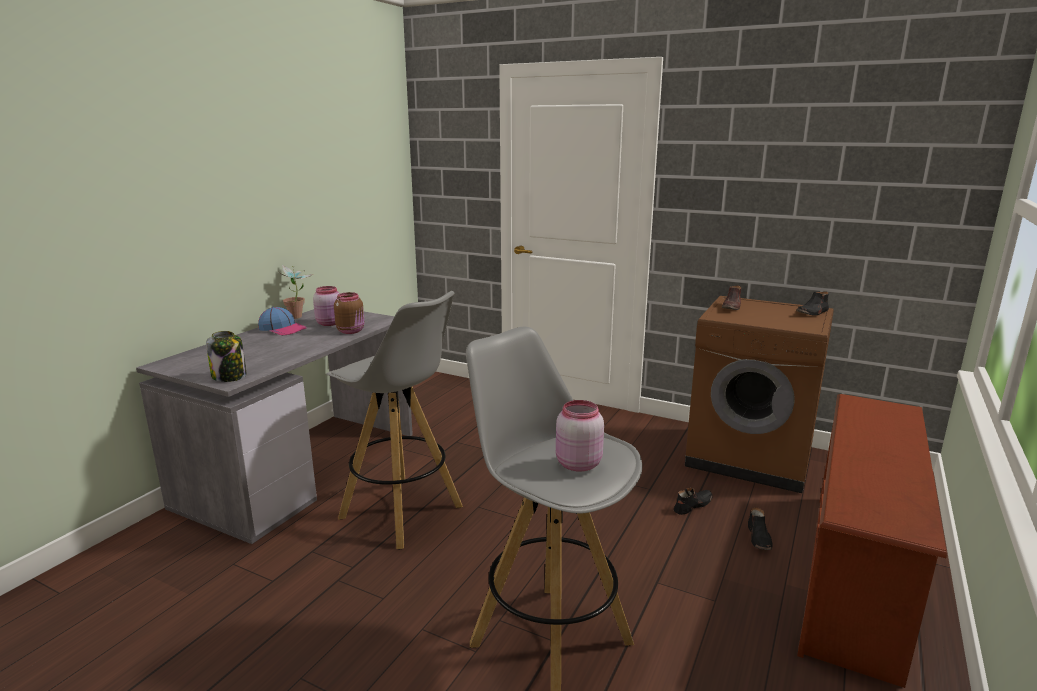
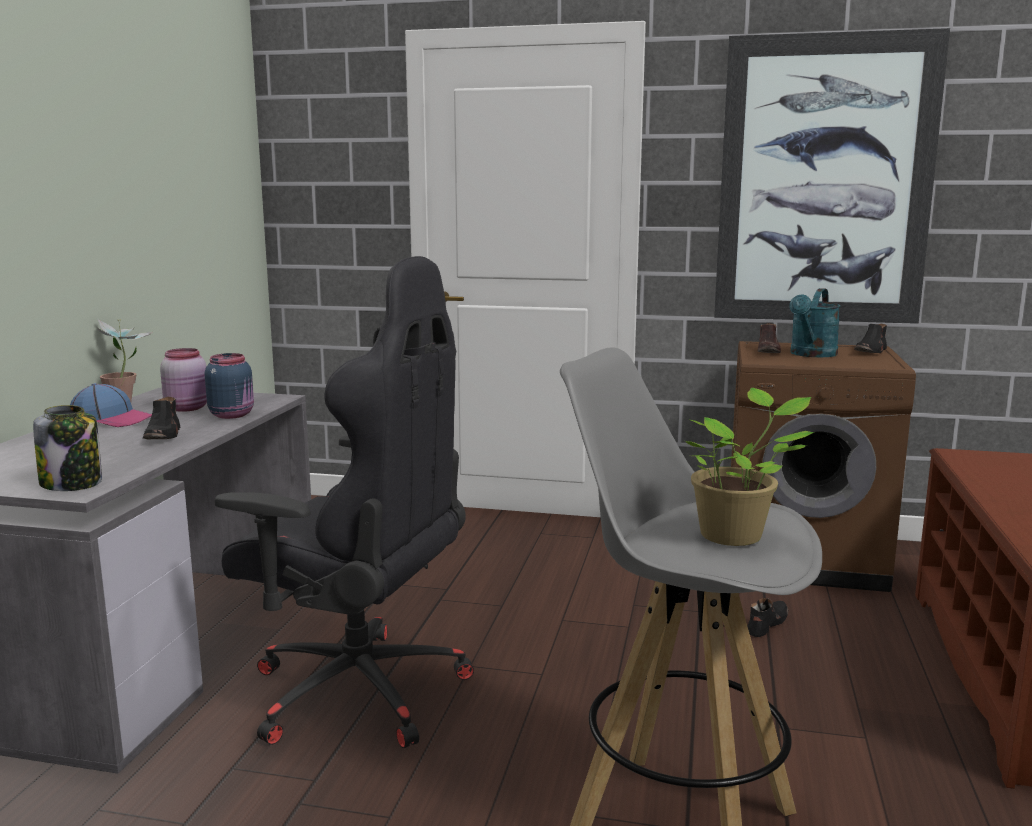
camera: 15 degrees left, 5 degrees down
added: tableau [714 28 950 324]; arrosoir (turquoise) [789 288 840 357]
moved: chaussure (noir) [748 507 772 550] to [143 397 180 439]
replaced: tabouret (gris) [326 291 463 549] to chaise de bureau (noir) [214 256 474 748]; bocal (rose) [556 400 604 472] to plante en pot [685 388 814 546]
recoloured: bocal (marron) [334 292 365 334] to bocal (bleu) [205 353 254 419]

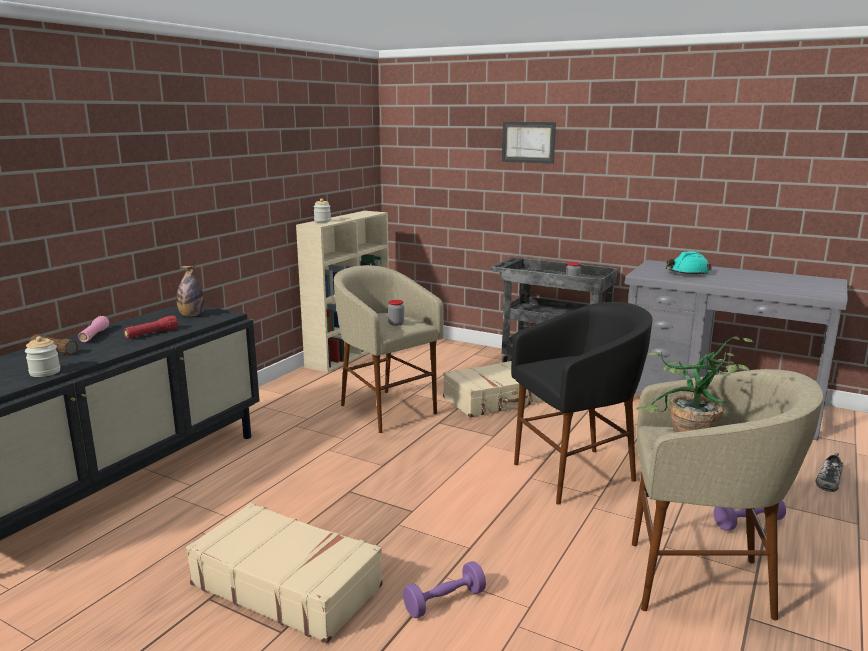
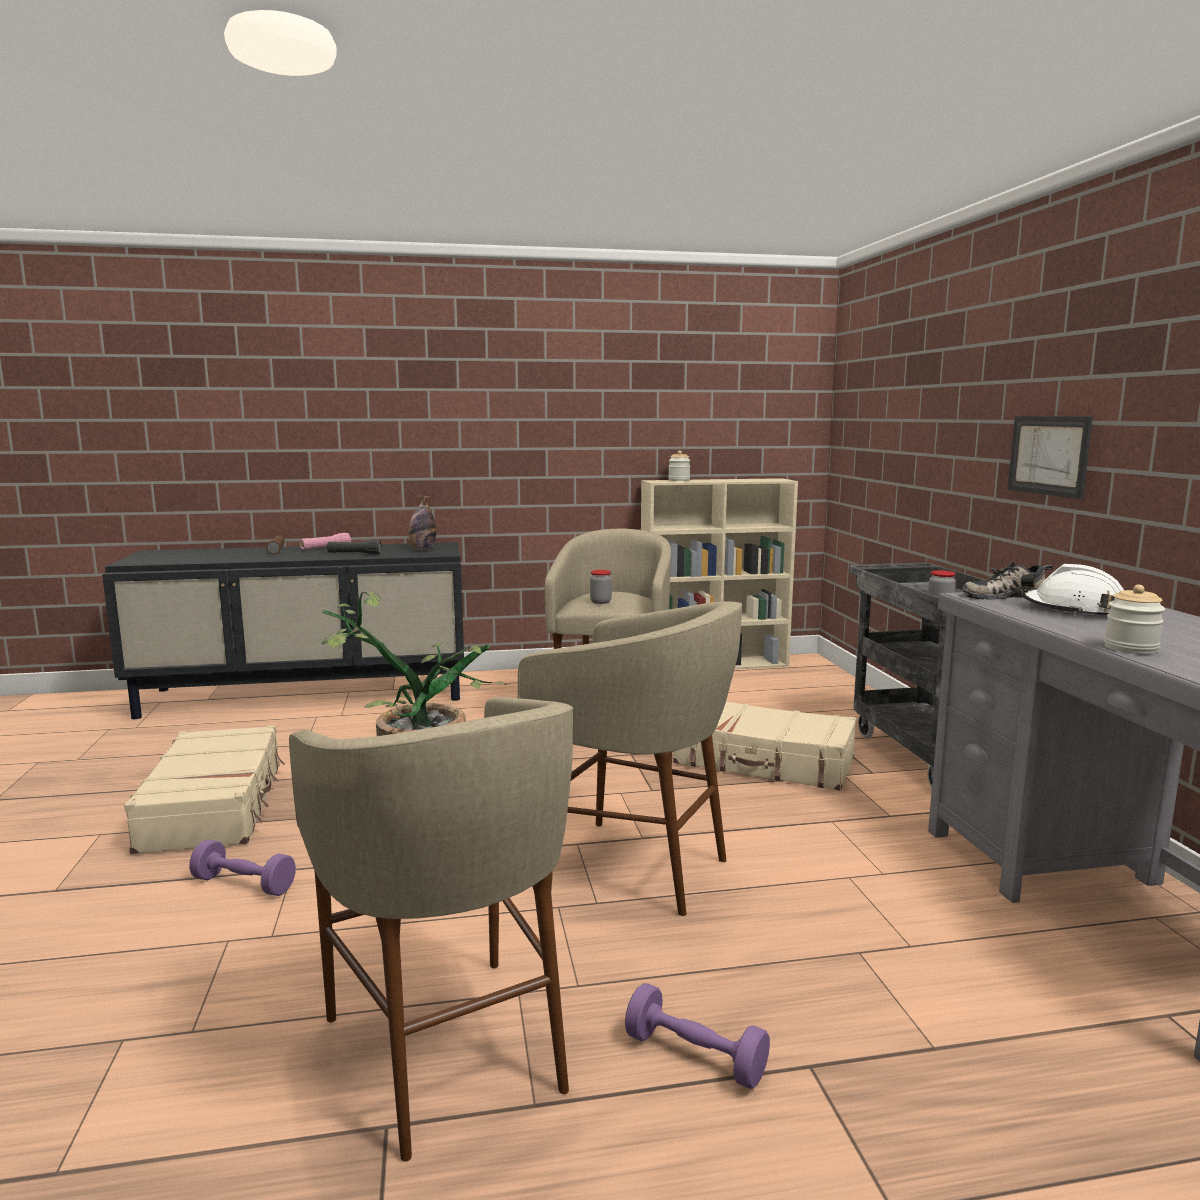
camera: 50 degrees right, 5 degrees down
moved: chaussure [816 453 843 492] to [963 562 1054 600]; tableau [502 122 556 164] to [1007 416 1093 499]; bocal [25 336 60 377] to [1104 585 1165 654]
recoloured: lampe de poche (rouge) [124 316 178 338] to lampe de poche (noir) [327 540 382 554]; tabouret (noir) [511 302 653 505] to tabouret (beige) [518 601 742 916]; casque de chantier (turquoise) [666 251 712 276] to casque de chantier (blanc) [1021 564 1124 615]

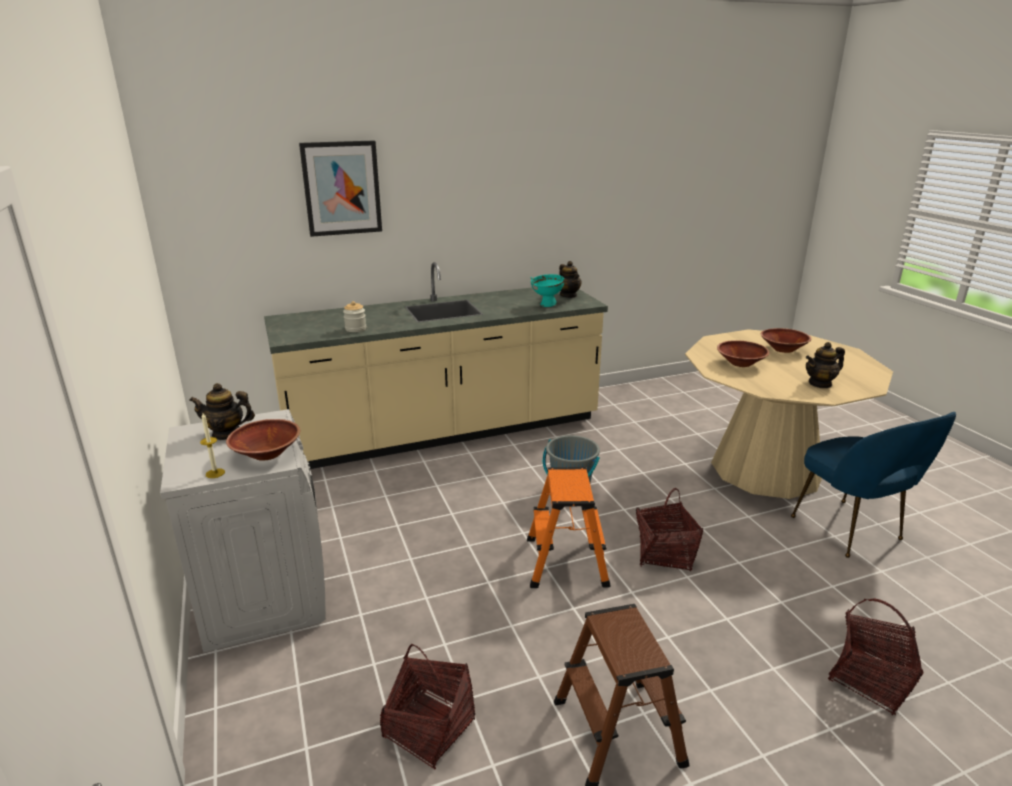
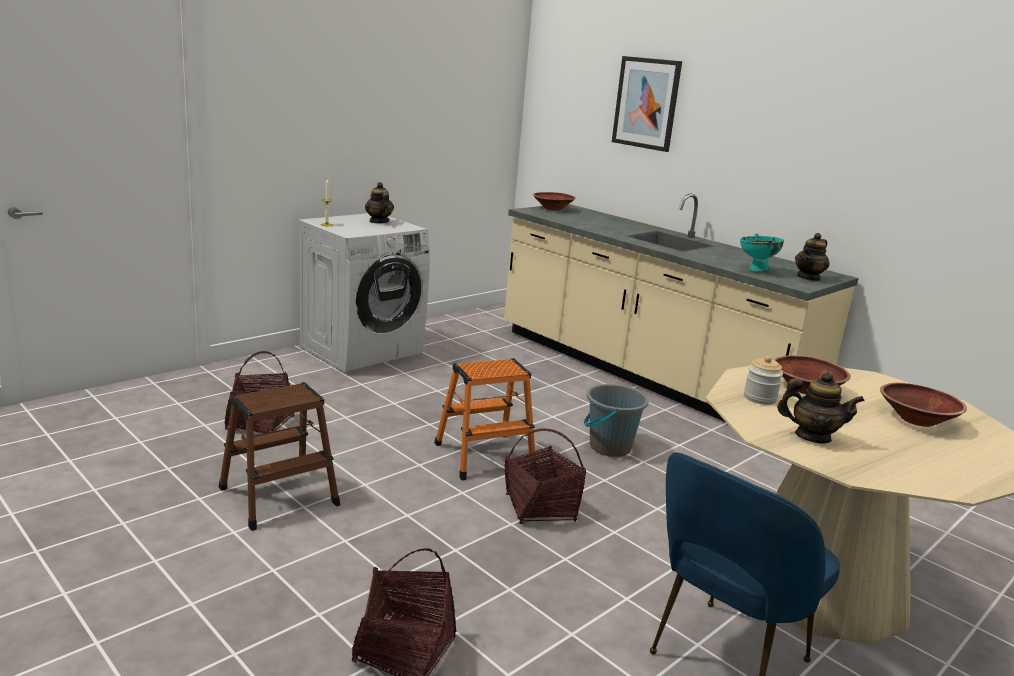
camera: 65 degrees right, 5 degrees down
moved: bol (marron) [226 419 300 461] to [533 192 576 211]; bocal [343 301 366 332] to [744 356 783 405]
turned: théière [806 342 845 388] = [777 372 865 444] 150 degrees clockwise

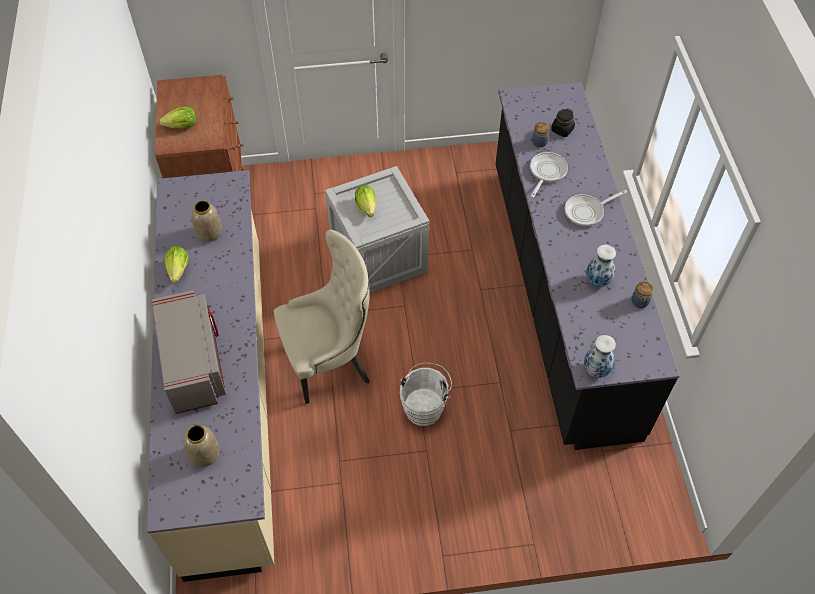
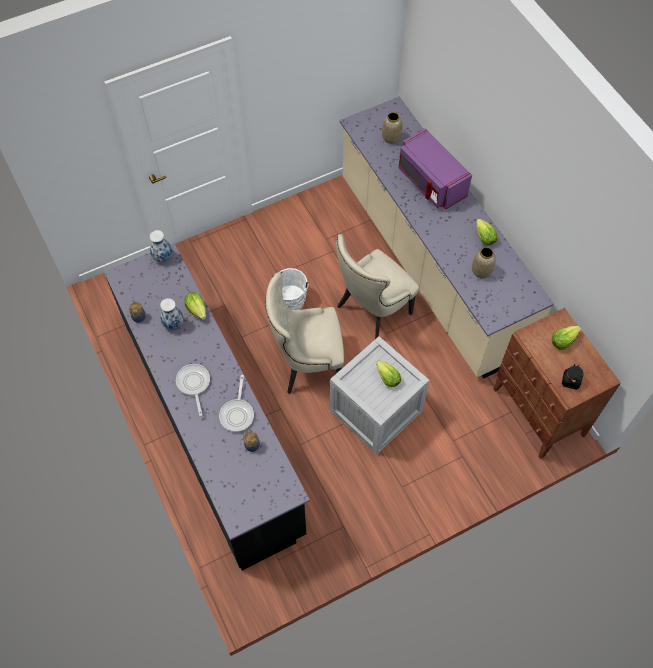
camera: 160 degrees right, 5 degrees up
added: laitue [184 292 206 320]; chaise (beige) [265 272 344 394]
moved: bocal (noir) [551 108 575 137] to [562 364 583 390]
recoloured: micro-ondes (gris) [152 290 226 414] to micro-ondes (violet) [398 128 472 210]
turned: poêle [565 190 627 226] = [176 364 210 416] 60 degrees counterclockwise

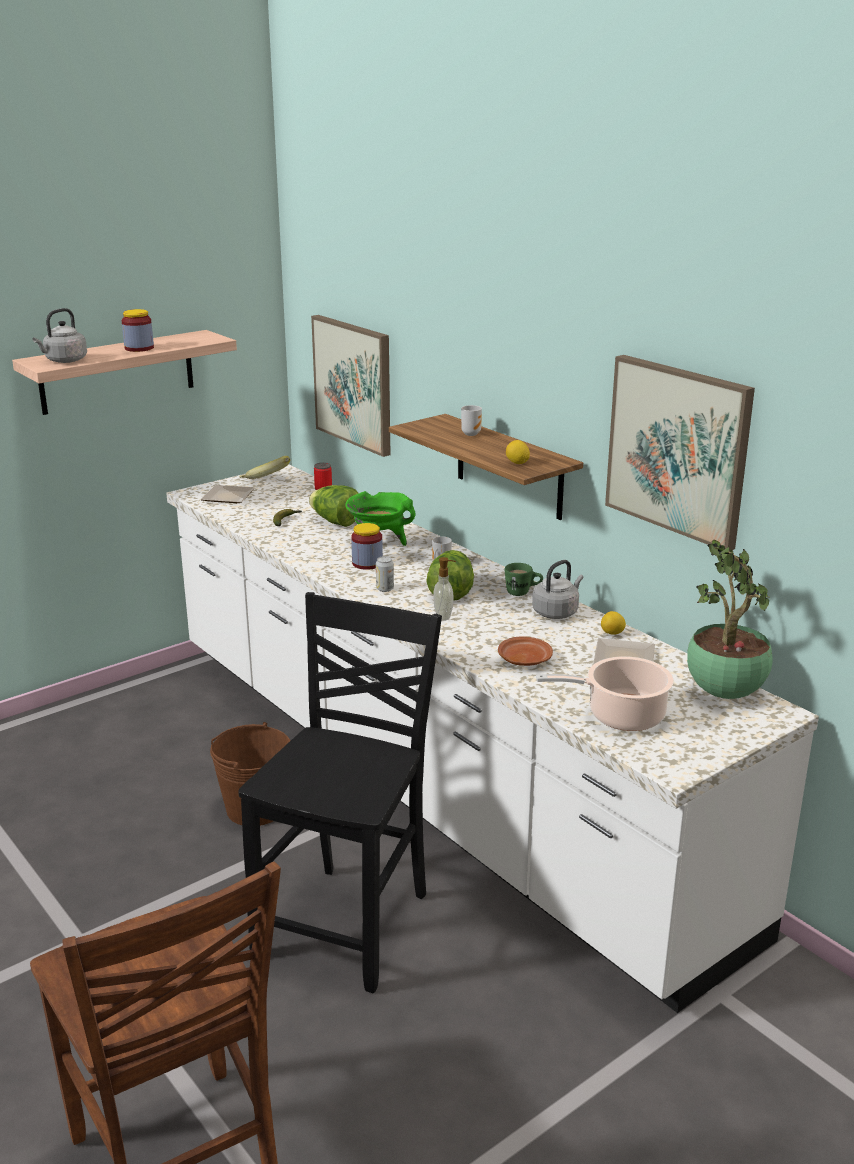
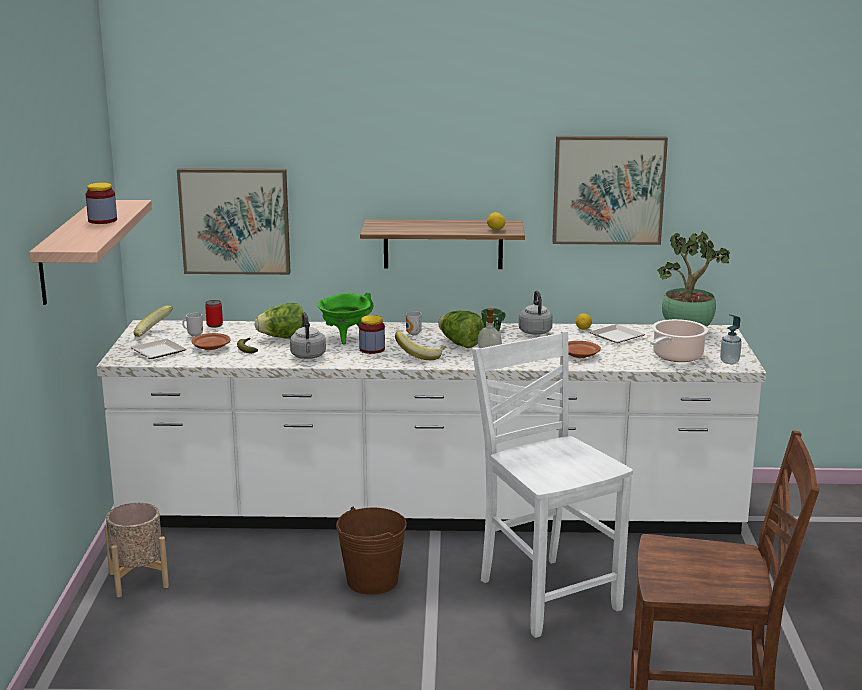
camera: 50 degrees left, 5 degrees down
added: cache-pot (beige) [104 503 169 597]; assiette (marron) [191 333 230 350]; distributeur de savon [720 314 742 364]
moved: mug [461 405 482 436] to [182 313 203 337]; bouilloire (gris) [32 308 87 363] to [290 312 326 359]
replaced: boîte métallique [376 556 394 592] to banane [395 331 446 360]
recoloured: chaise (noir) [238 592 442 993] to chaise (blanc) [472 331 633 638]

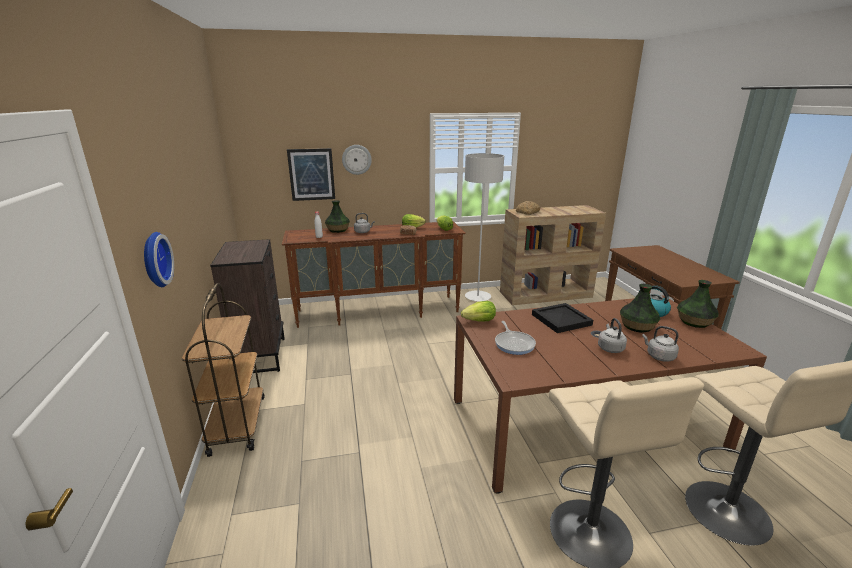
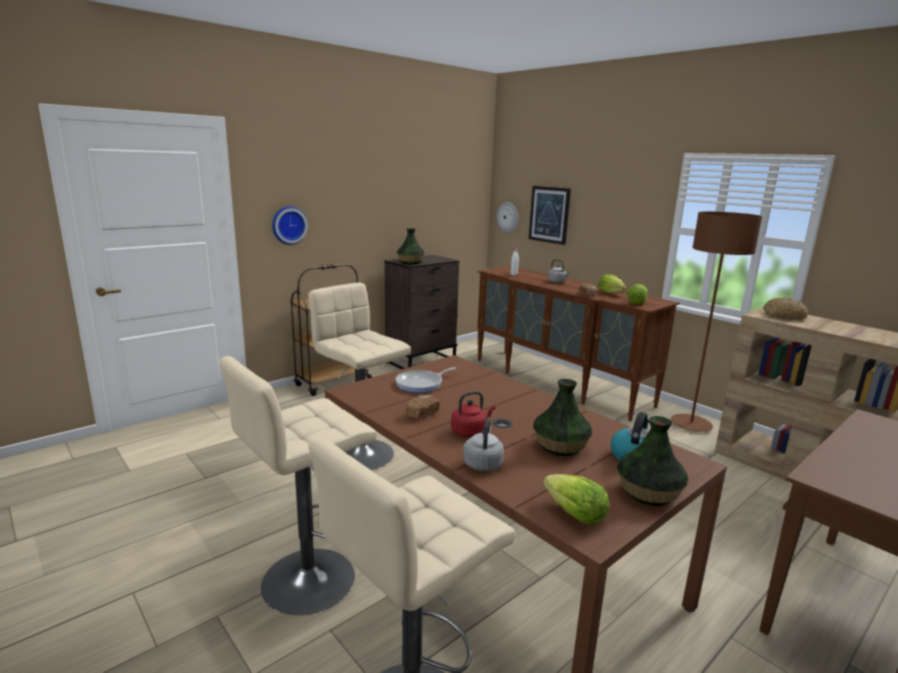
camera: 60 degrees right, 5 degrees down
removed: plateau (noir) [532 303 593 333]
added: tabouret (beige) [308 283 411 470]; pain [406 395 440 419]
moved: vase [325 200 350 233] to [397 228 425 264]; horloge murale [342 145 372 175] to [496 202 518 232]; laitue [461 301 496 321] to [543 474 609 525]
recoloured: bouilloire (gris) [598 318 627 353] to bouilloire (rouge) [451 391 496 437]; lampadaire (gris) [465 153 504 301] to lampadaire (marron) [671 211 762 432]

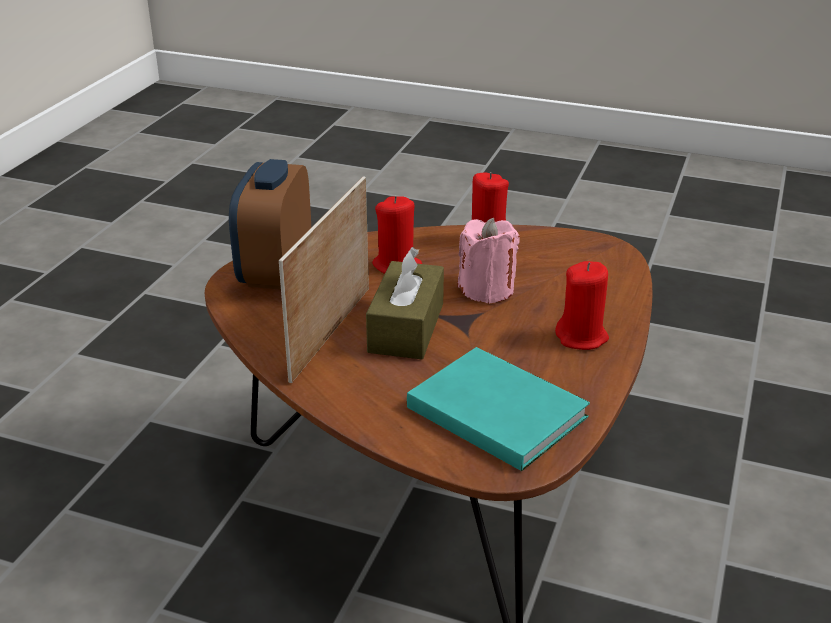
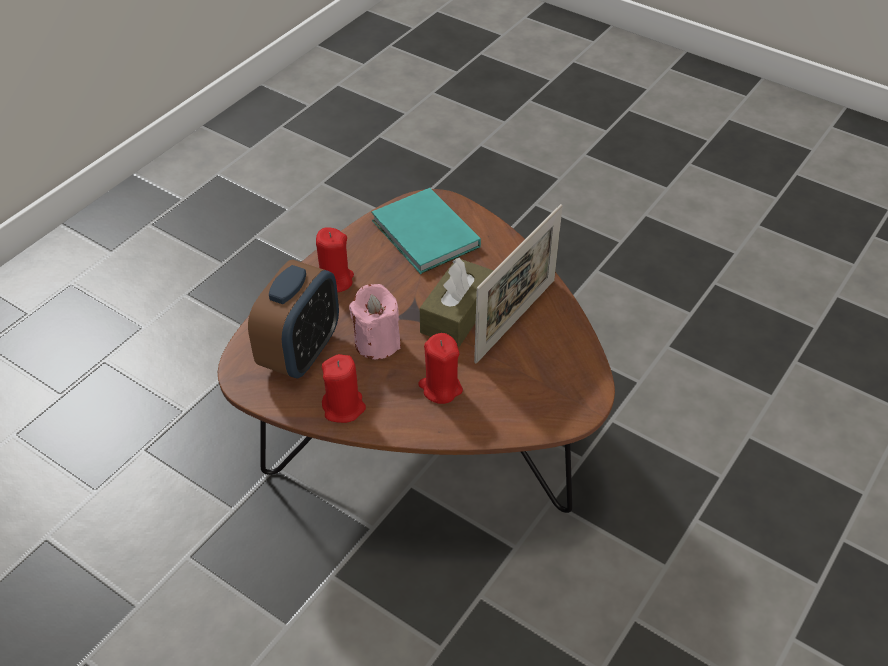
camera: 165 degrees left, 15 degrees up
moved: réveil [229 159 311 290] to [248 260 339 378]

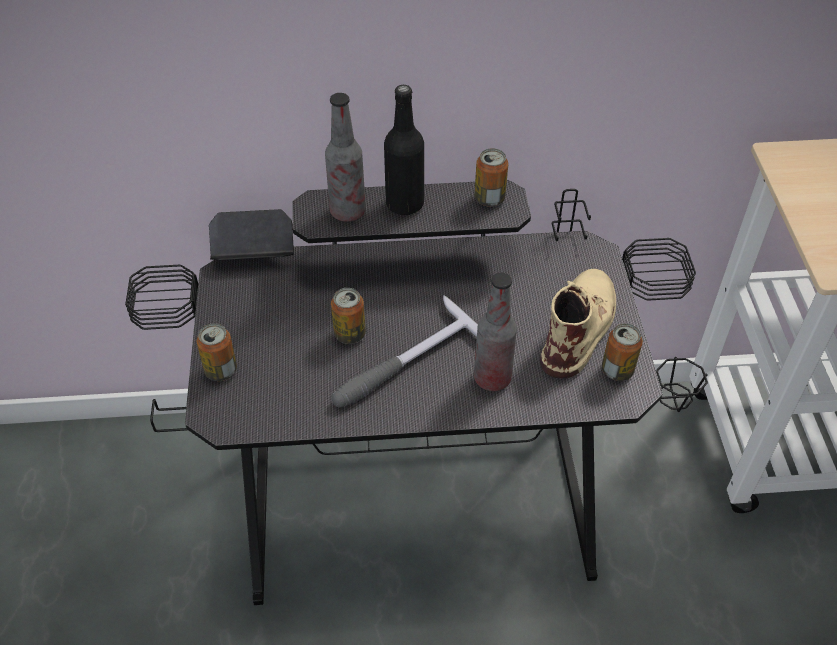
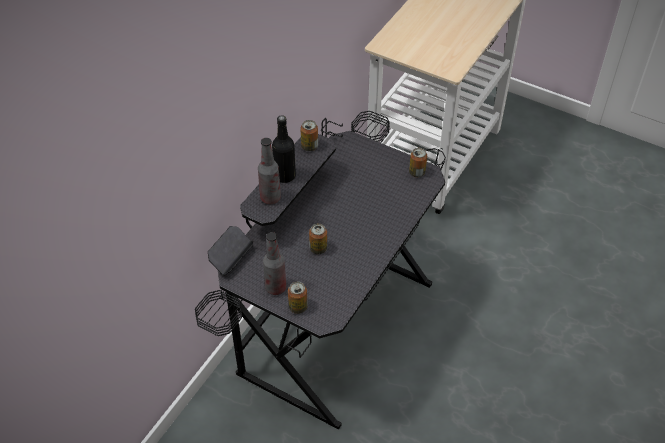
camera: 55 degrees left, 0 degrees up
removed: marteau [331 295 478 407]; botte (beige) [540 269 616 379]
moved: bouteille [474 273 517 391] to [263 232 286 295]

